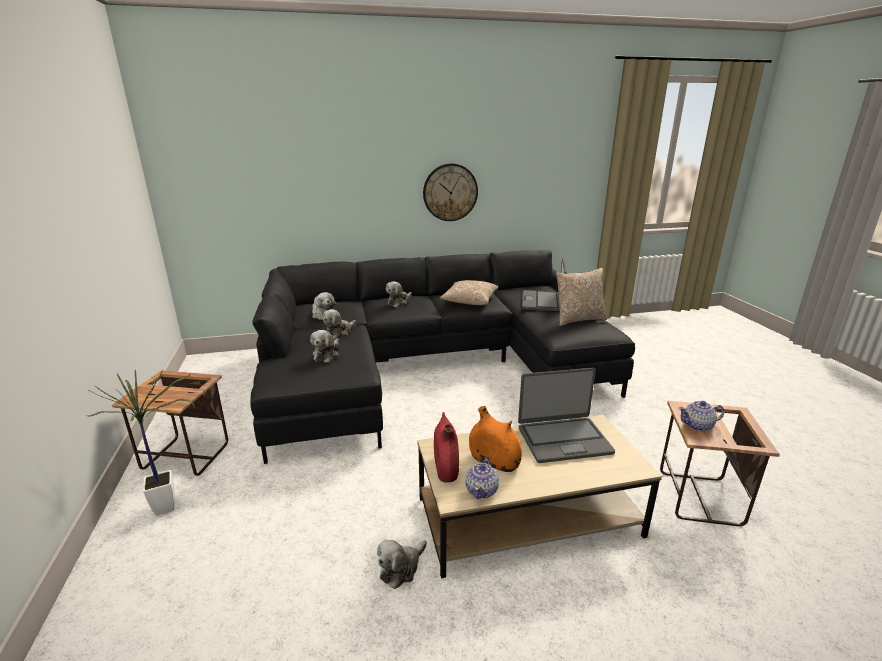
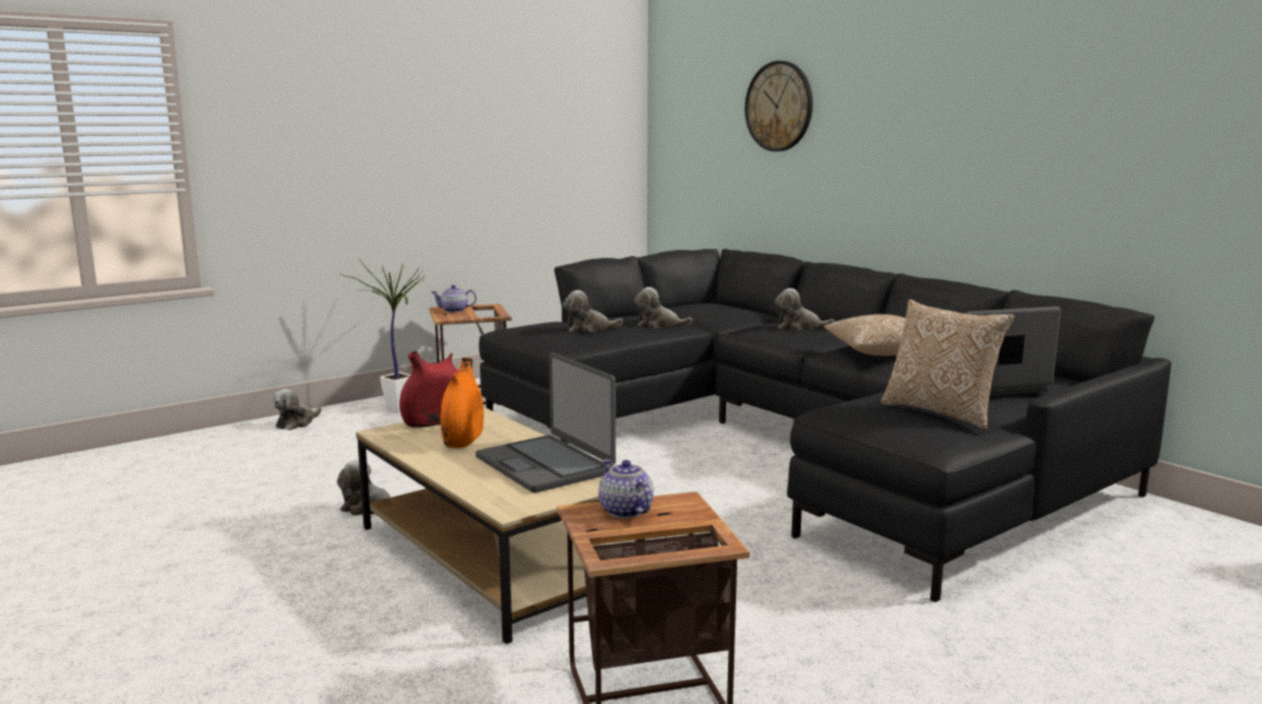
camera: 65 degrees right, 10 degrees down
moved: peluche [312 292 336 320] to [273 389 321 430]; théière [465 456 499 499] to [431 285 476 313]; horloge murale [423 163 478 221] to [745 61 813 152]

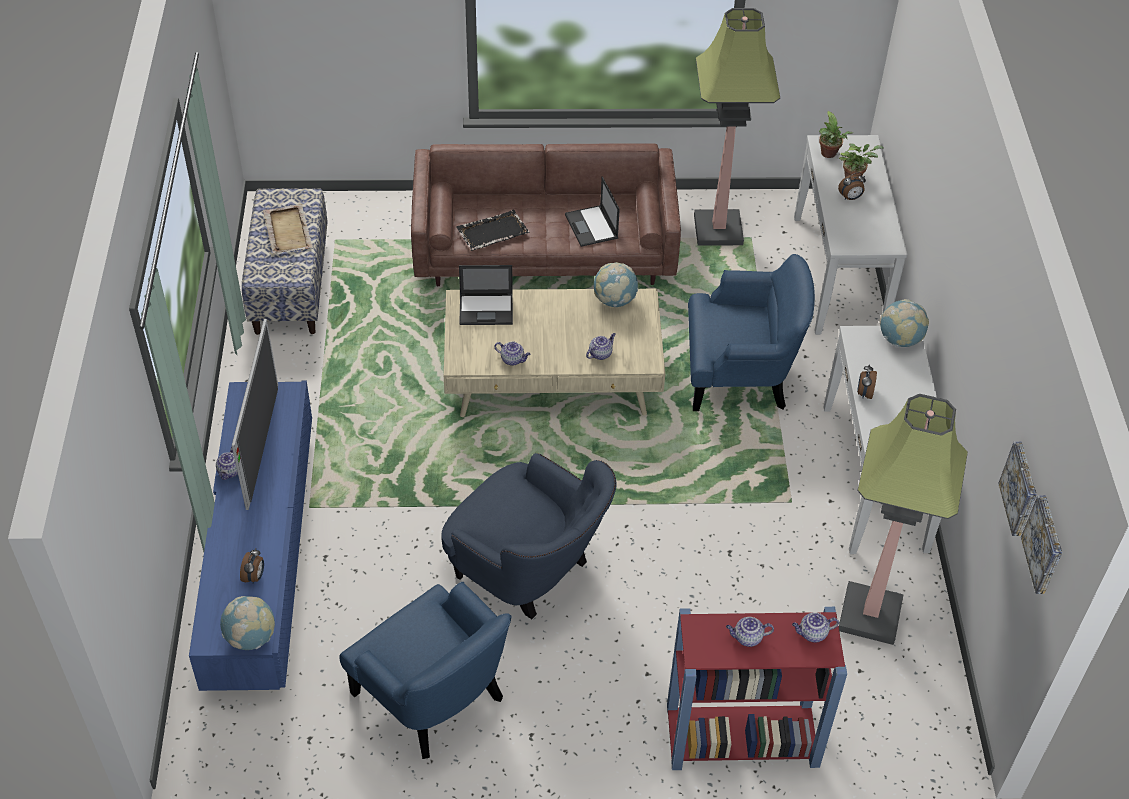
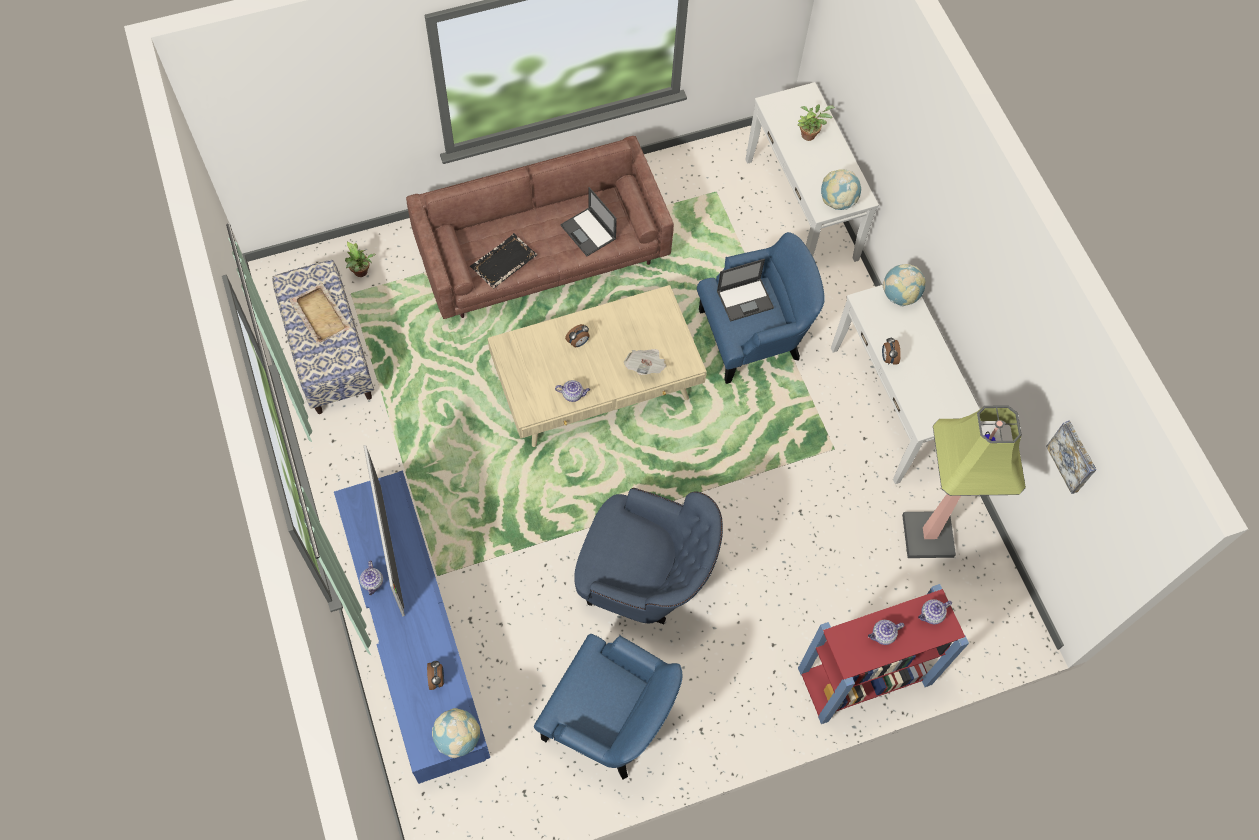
camera: 20 degrees left, 15 degrees up
removed: lampadaire [694 8 780 246]; tableau [1021 496 1062 594]
moved: plante en pot [819 111 853 158] to [345 242 375 277]; réveil [838 172 866 200] to [565 324 589 347]; ordinateur portable [459 265 513 325] to [717 259 774 322]; globe [594 262 638 307] to [821 169 861 210]
replaced: théière [586 333 616 360] to journal [624 349 667 375]

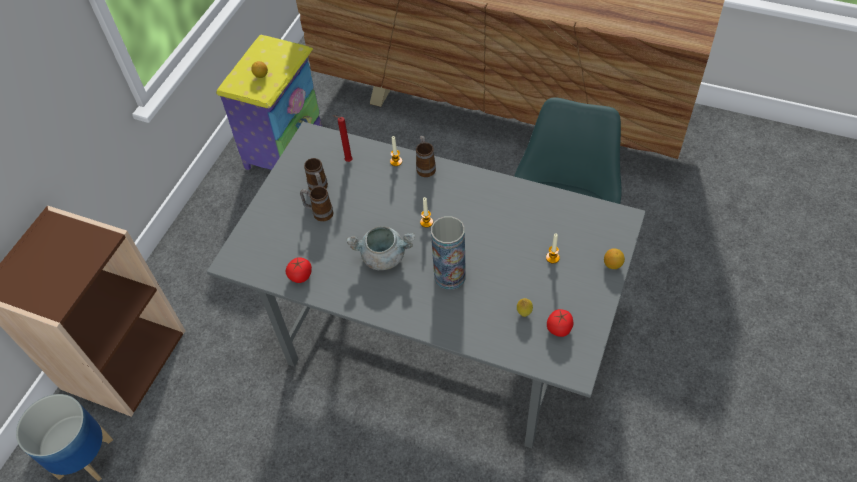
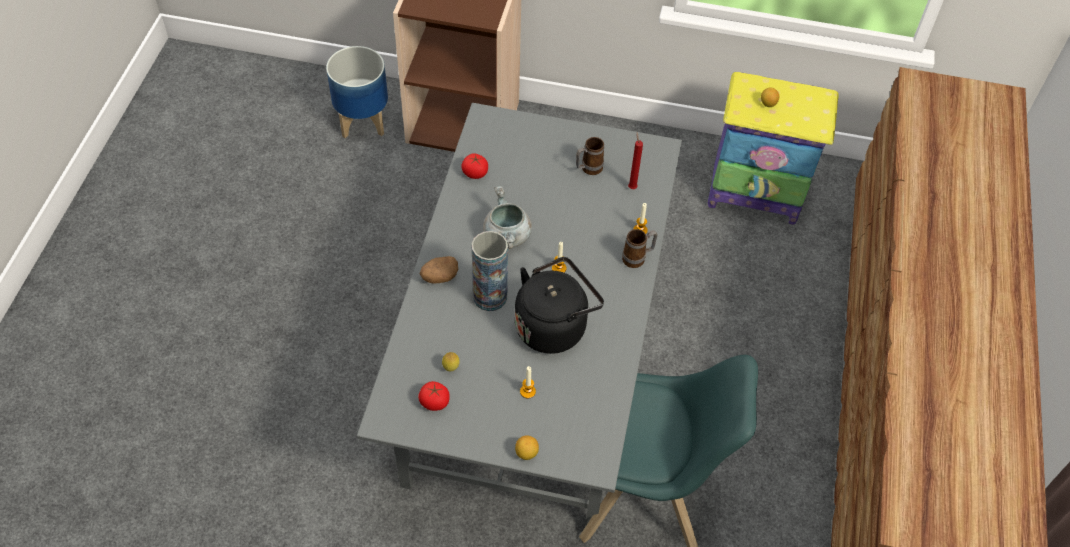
camera: 75 degrees right, 0 degrees up
removed: mug [300 186 334 222]
added: pomme de terre [420 256 458 284]; bouilloire (noir) [515 257 604 354]

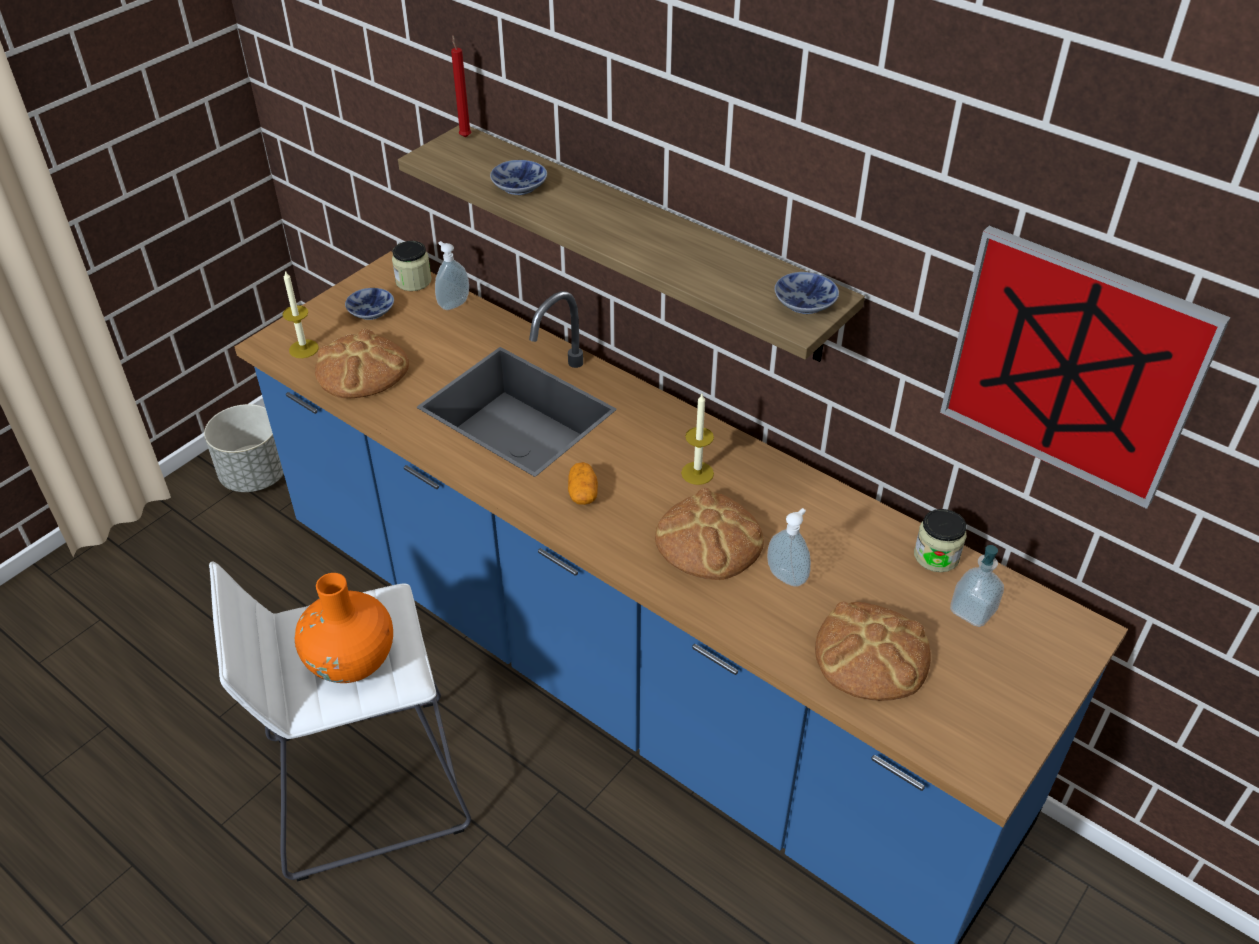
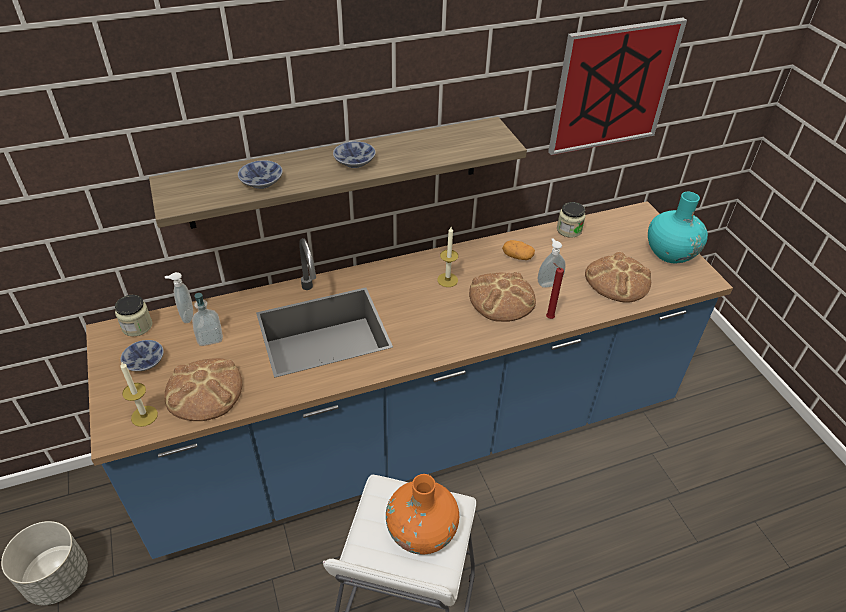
camera: 60 degrees left, 0 degrees up
added: vase (turquoise) [648 192 708 263]
moved: distributeur de savon [950 545 1004 627] to [192 293 223 346]; bol [775 272 839 314] to [333 141 376 168]; pomme de terre [568 462 598 505] to [502 240 535 260]; bougie (rouge) [451 35 471 137] to [546 263 564 319]

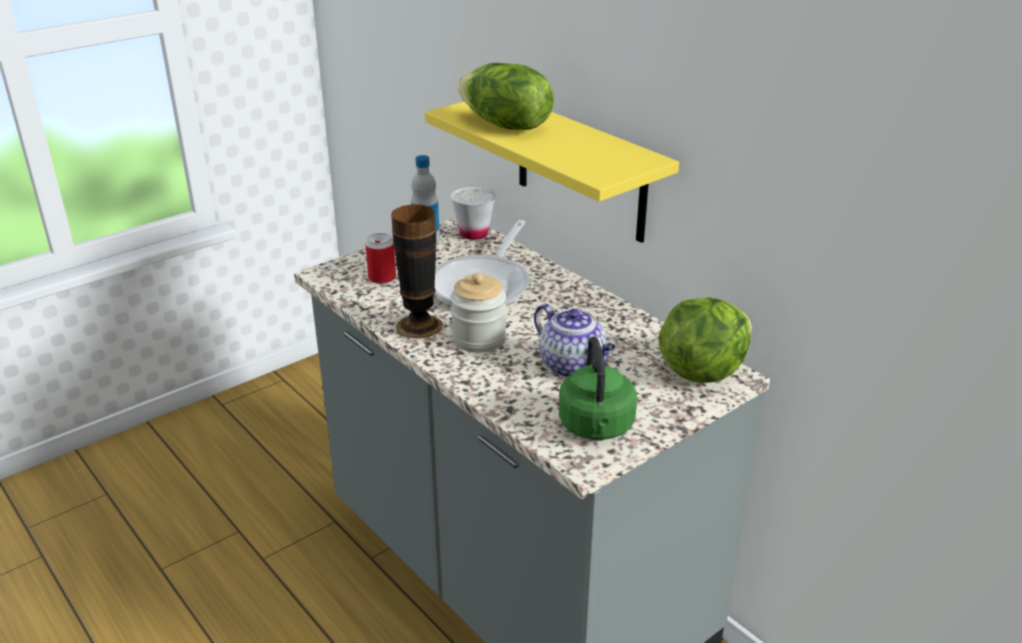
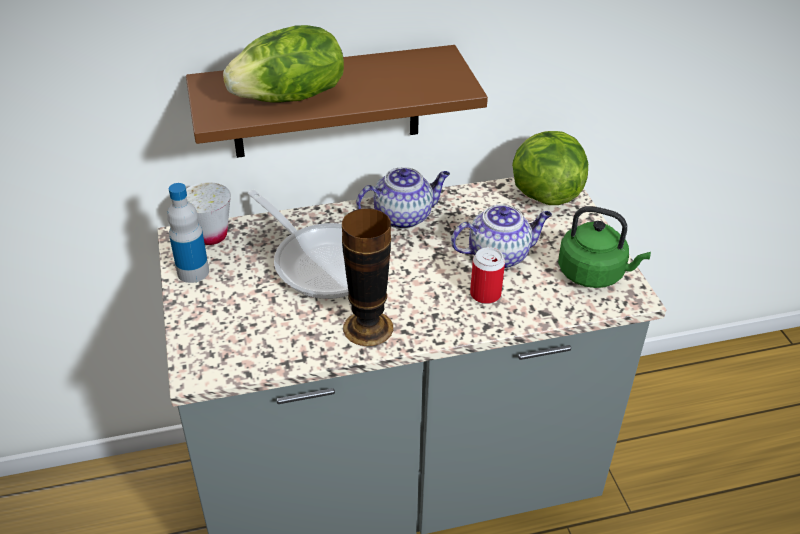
camera: 65 degrees left, 10 degrees up
removed: bocal [450 273 506 353]
added: théière [356 167 450 229]
moved: boîte métallique [365 233 396 284] to [470 247 505 304]
recoloured: étagère (jaune) [425 102 679 243] to étagère (marron) [186 45 488 158]

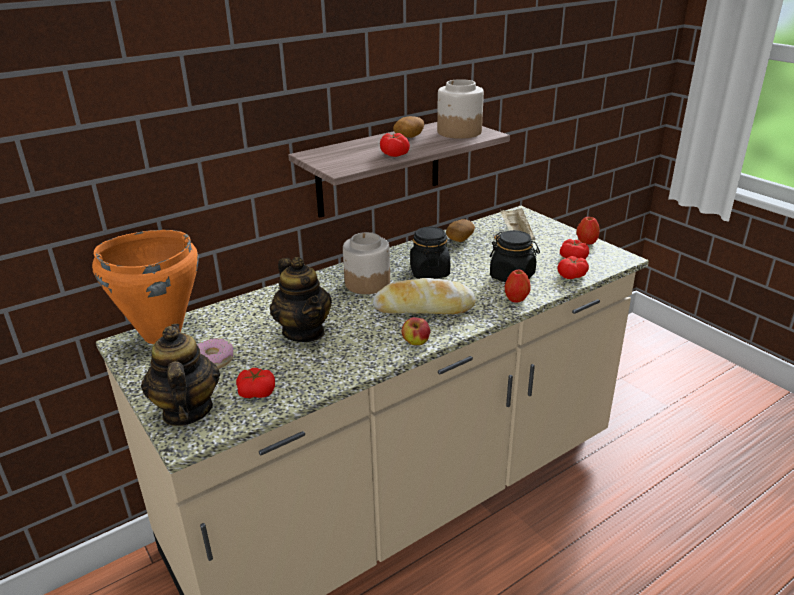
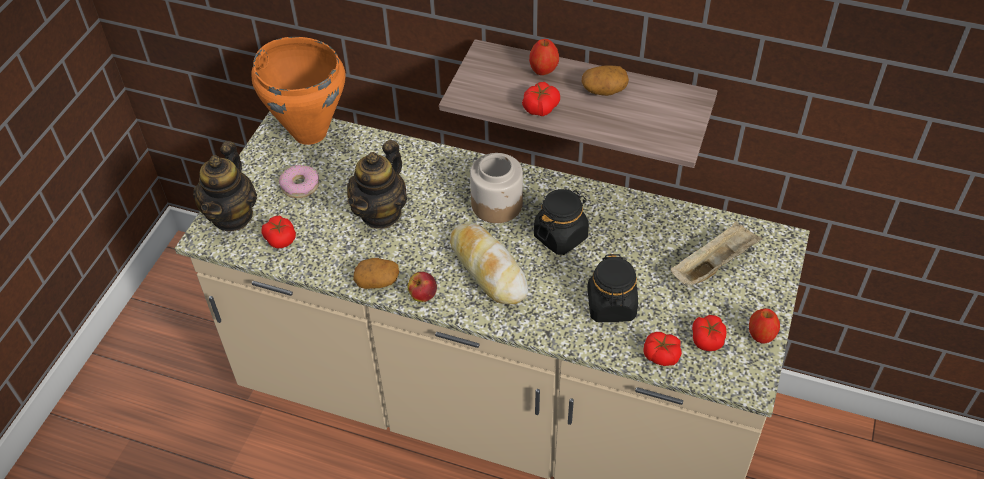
camera: 55 degrees right, 20 degrees up
removed: bocal [437 79 484 139]
moved: pomme de terre [446 219 475 242] to [353 258 399 289]; pomme [505 270 531 303] to [529 39 559 75]
turned: théière [141 324 220 426] = [193 141 257 231] 150 degrees clockwise

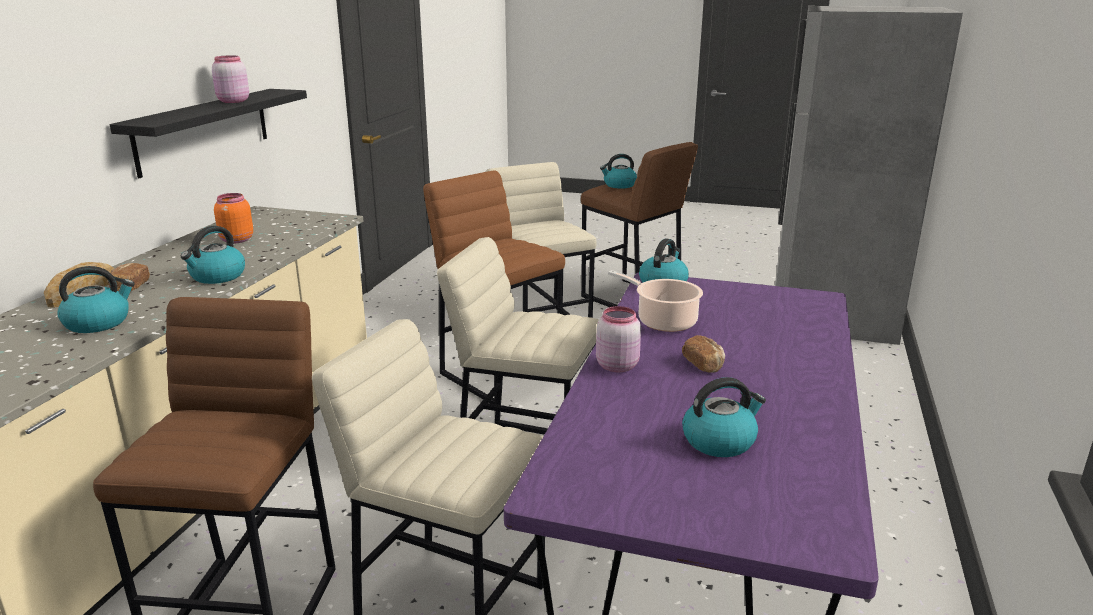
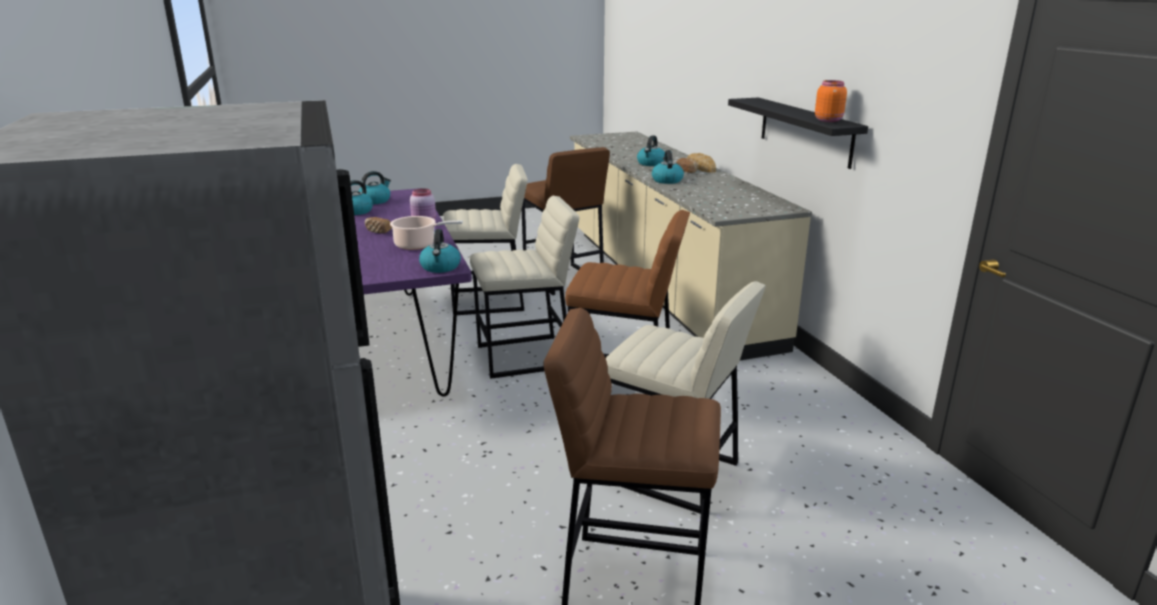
camera: 145 degrees right, 0 degrees up
removed: bocal (rose) [212 55 249 103]
moved: bouilloire [600 154 637 189] to [358 171 391 204]; bocal (orange) [214 193 253 243] to [815 80 847 122]

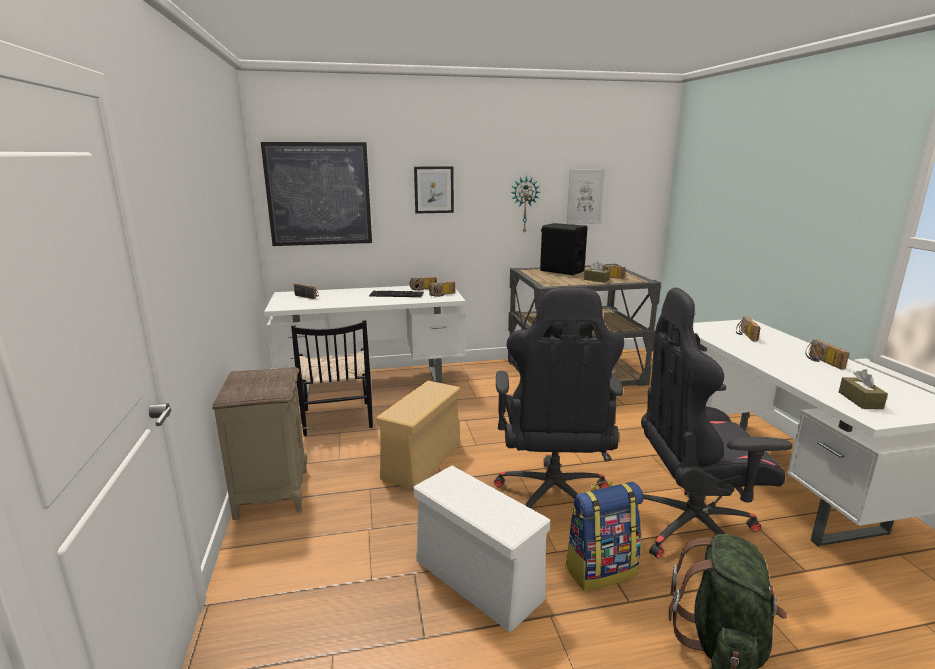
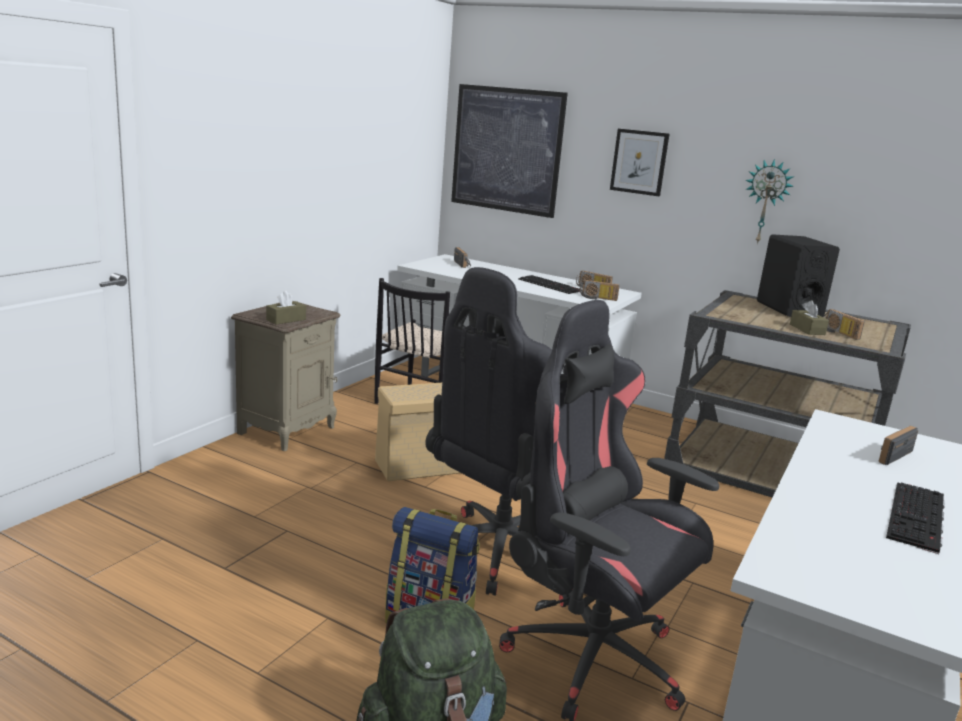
camera: 40 degrees right, 0 degrees up
removed: boîte de rangement (blanc) [413 466 550 632]; tableau [567 169 605 224]
moved: boîte à mouchoirs (marron) [839 369 888 409] to [266 291 306 325]
replaced: radio [805 339 849 370] to clavier [886 482 945 554]

